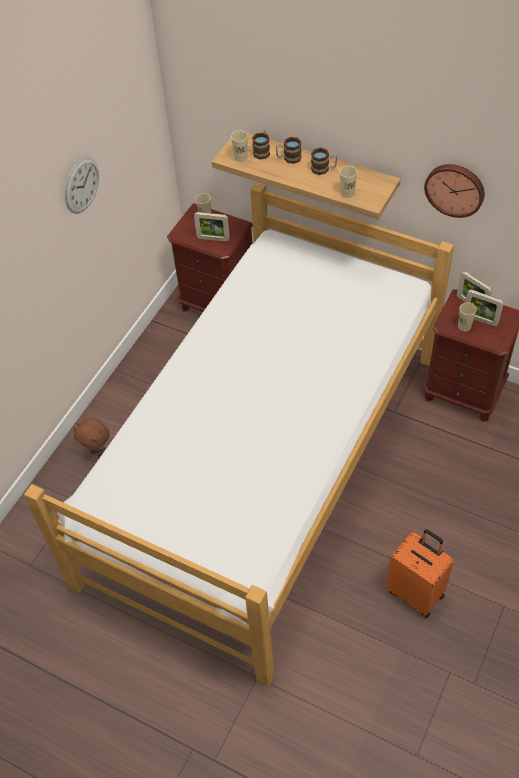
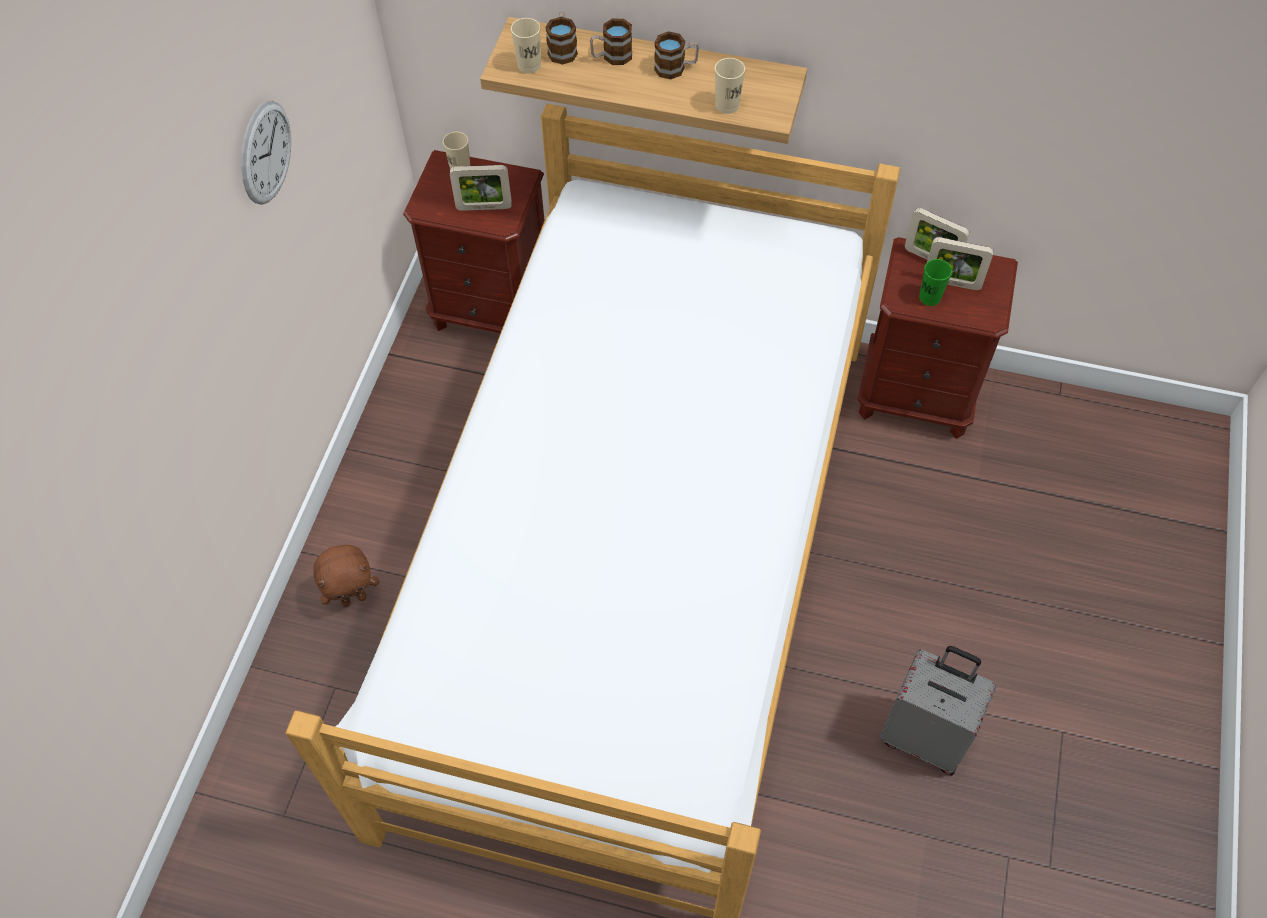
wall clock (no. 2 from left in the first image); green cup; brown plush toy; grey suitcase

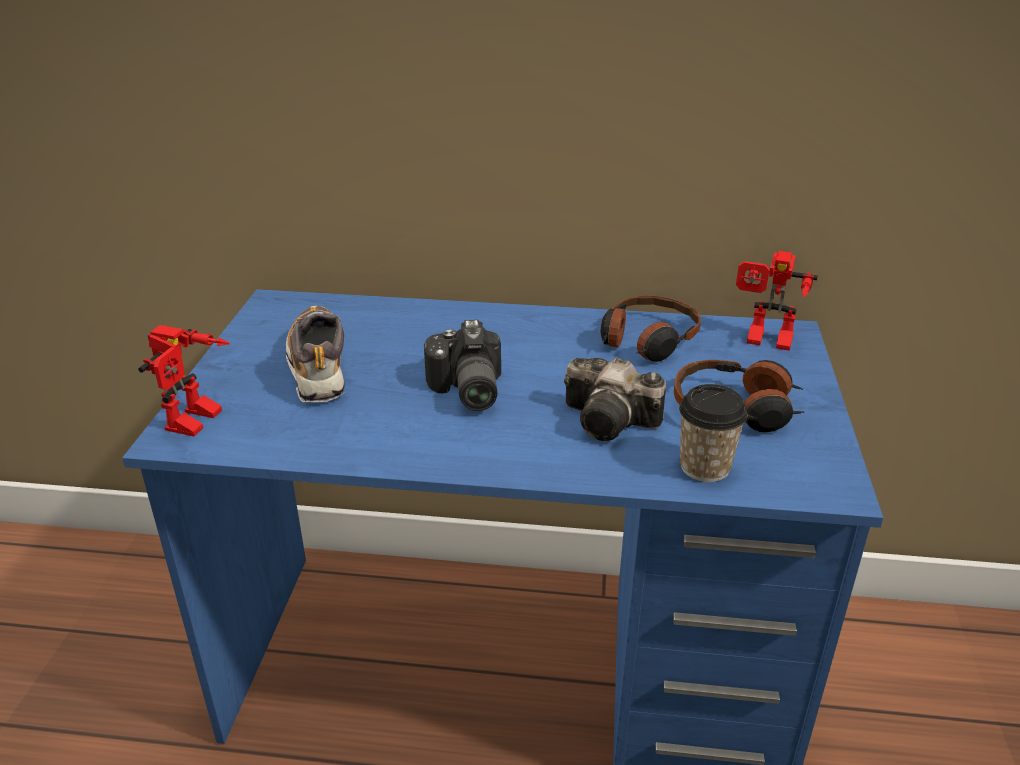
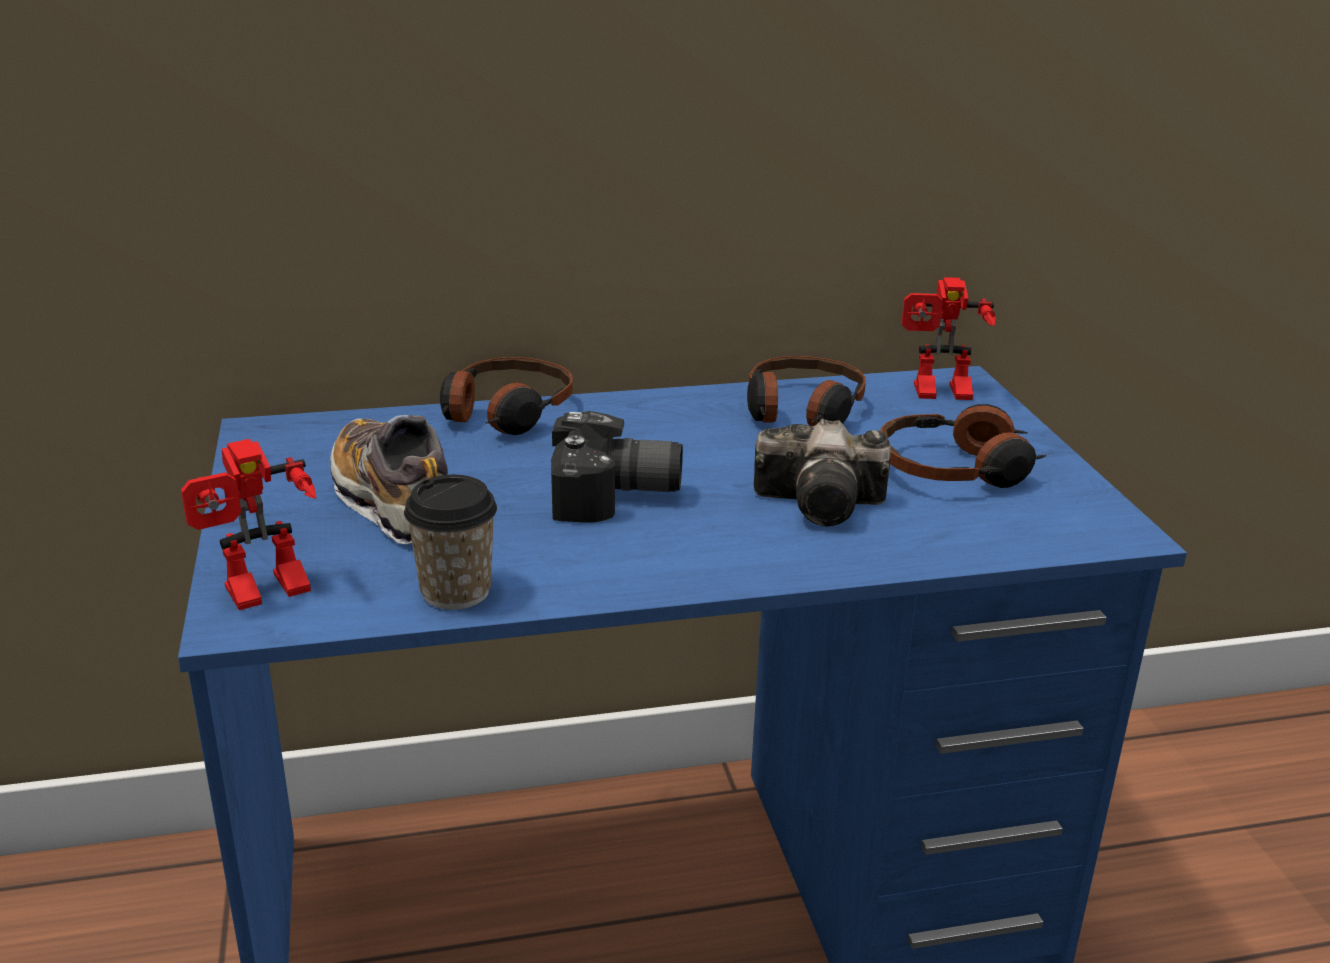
photo camera (no. 1 from left); toy robot (no. 1 from left); cup; headphones (no. 1 from left)

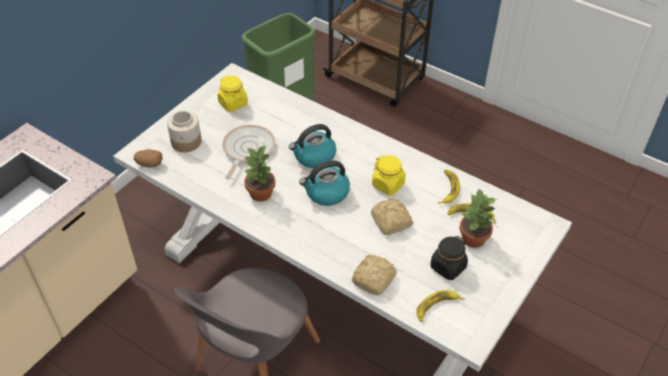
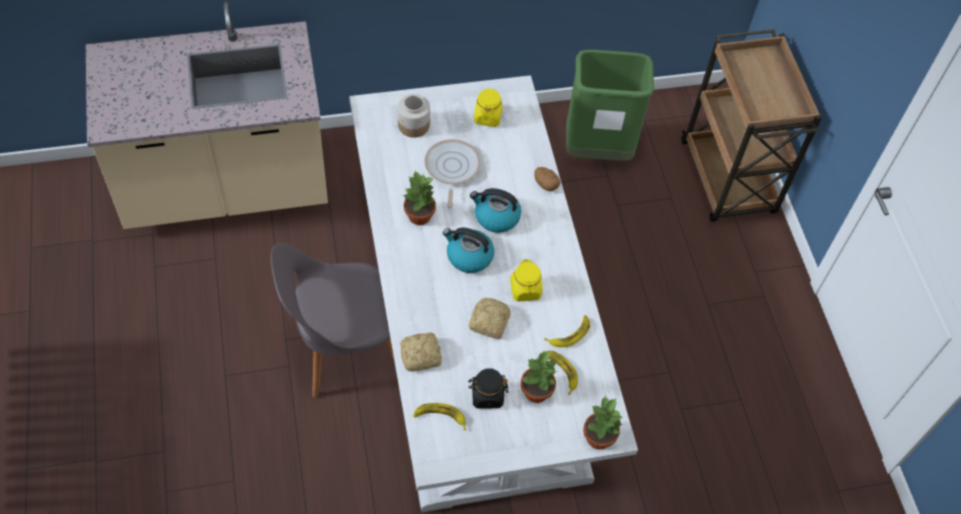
frying pan; potato; potted plant (no. 3 from left)

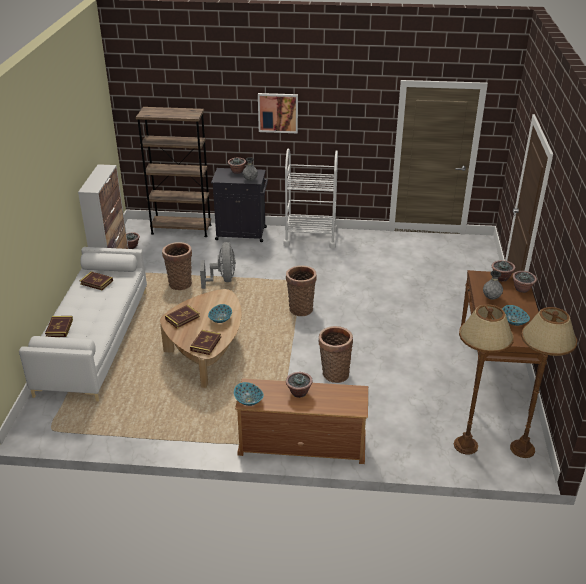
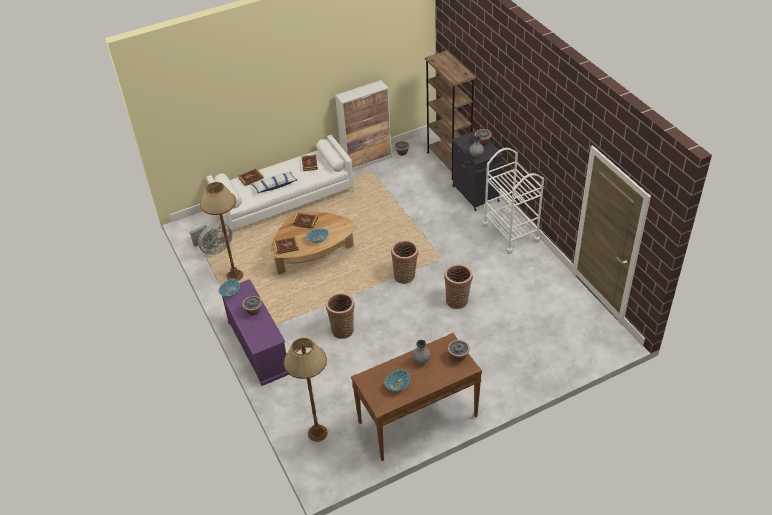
picture; basket (no. 3 from left); grey fan; potted plant (no. 5 from left in the first image); brown floor lamp (no. 1 from left); purple tv stand; pillow

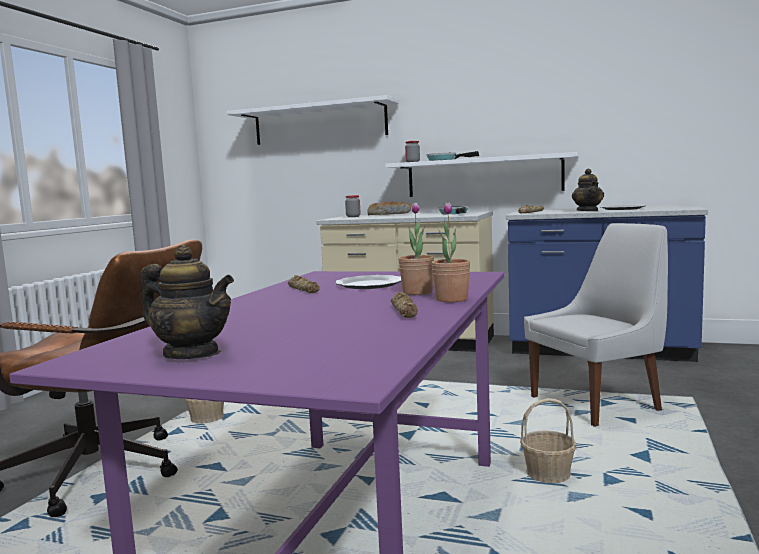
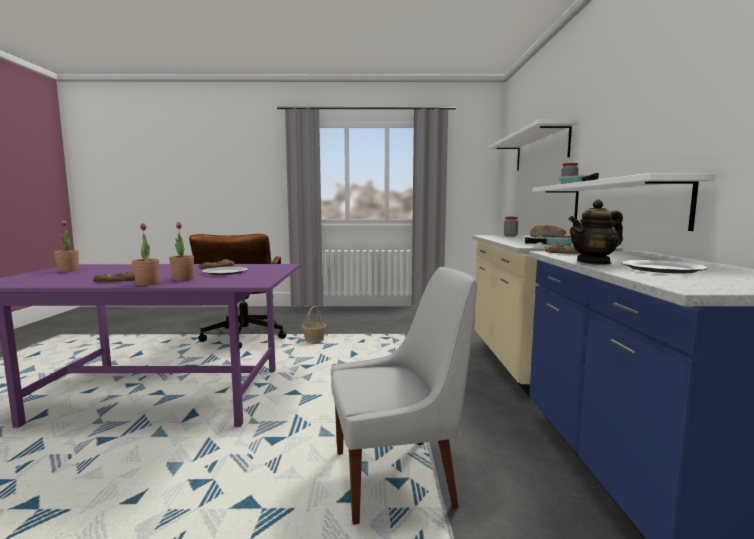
white chair; potted plant (no. 1 from left); basket (no. 2 from left in the first image)

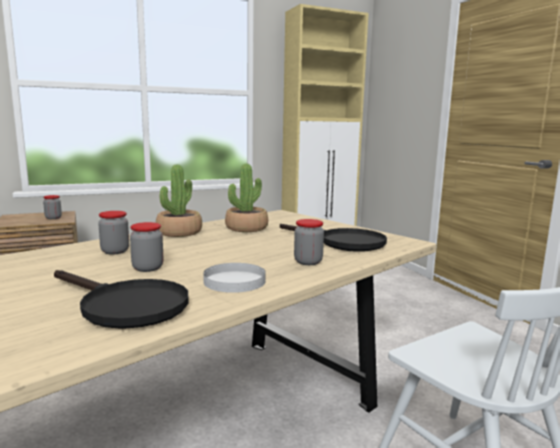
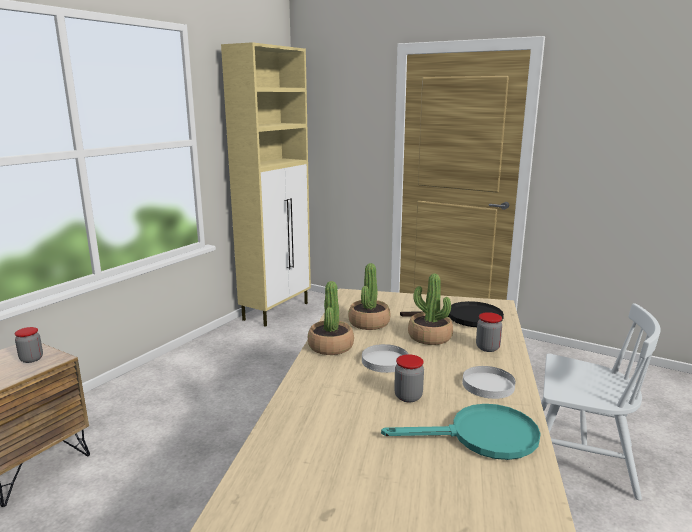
jar (no. 2 from left in the first image); turquoise frying pan; potted plant (no. 3 from left); white plate (no. 1 from left)

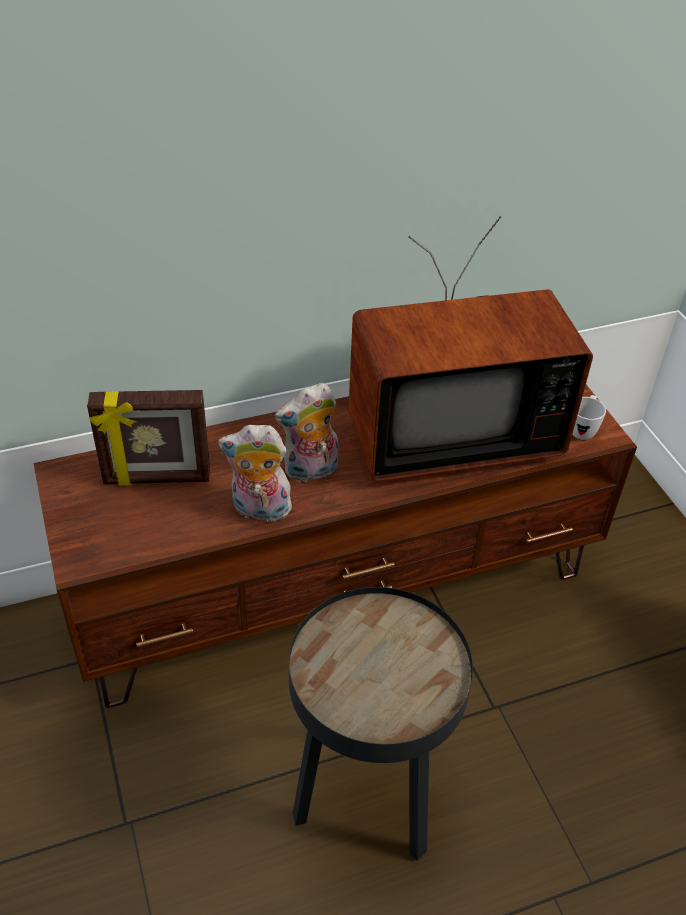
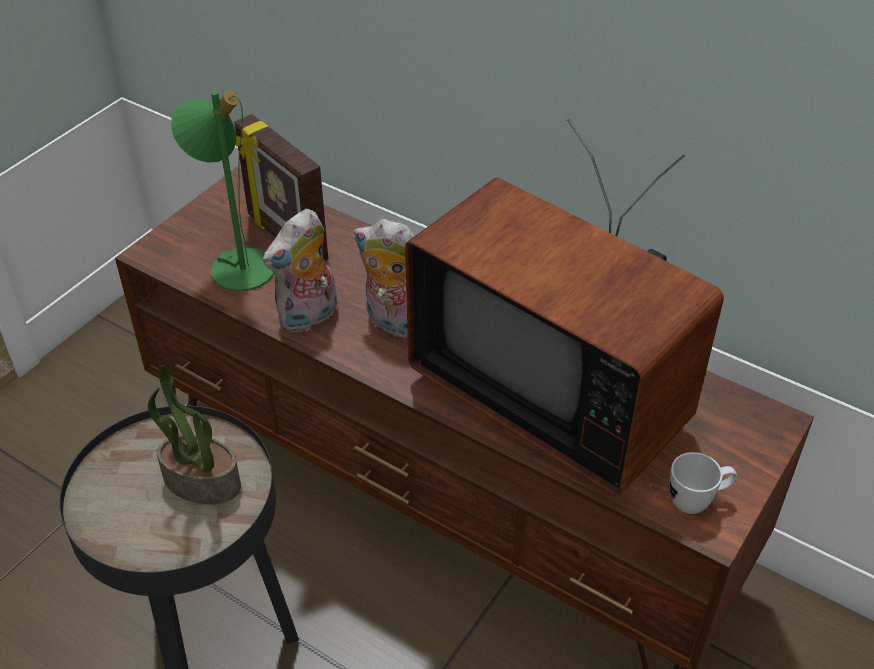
plush toy (no. 1 from left); green table lamp; potted plant

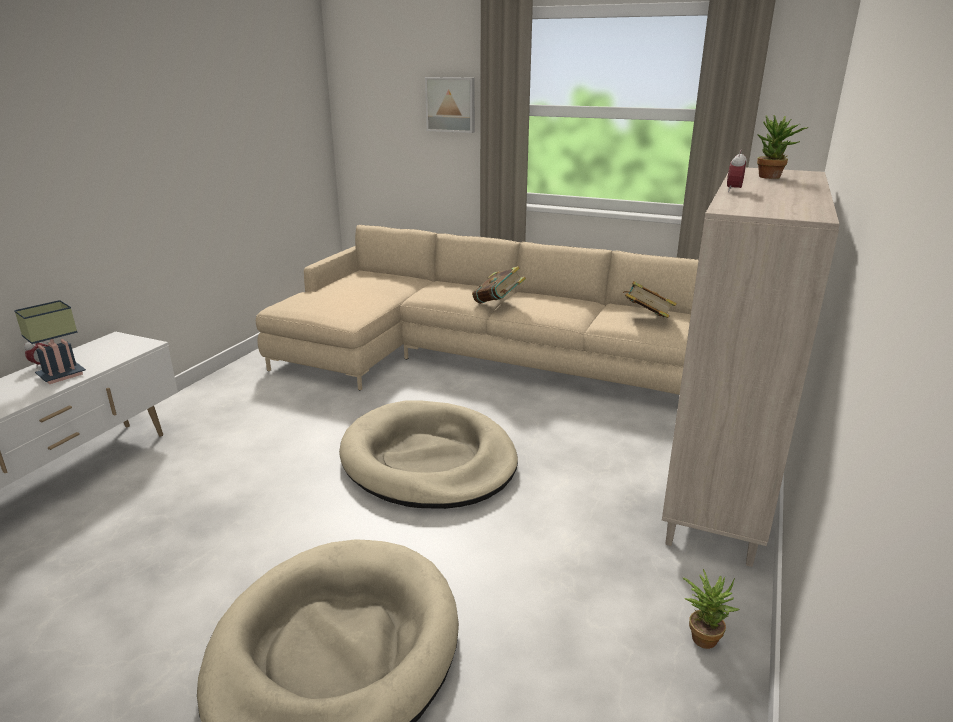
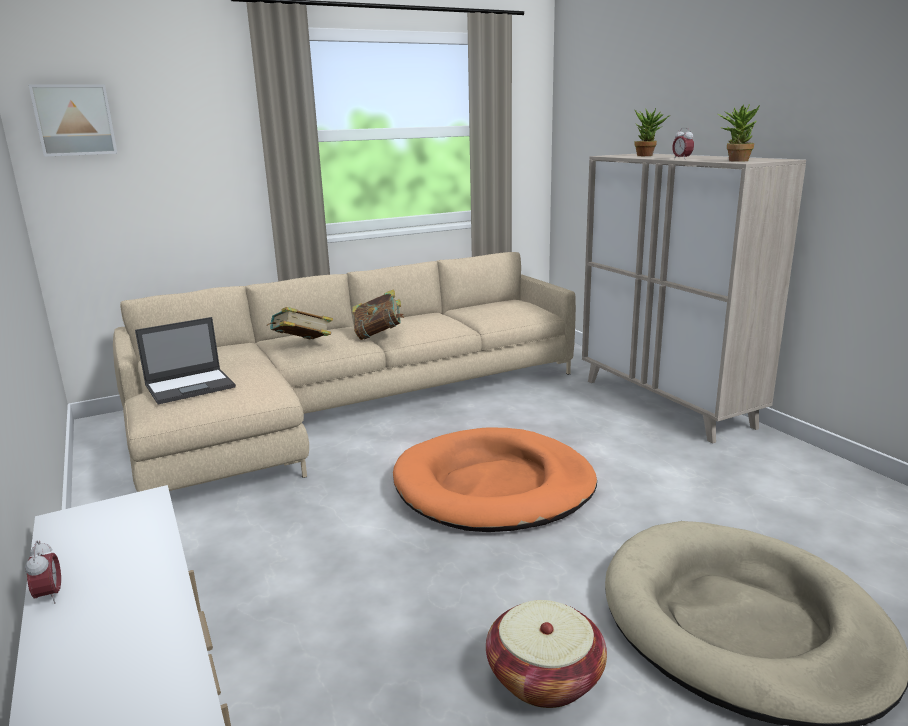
picture; book (no. 1 from left); table lamp; orange dog bed; potted plant (no. 2 from left); laptop; basket

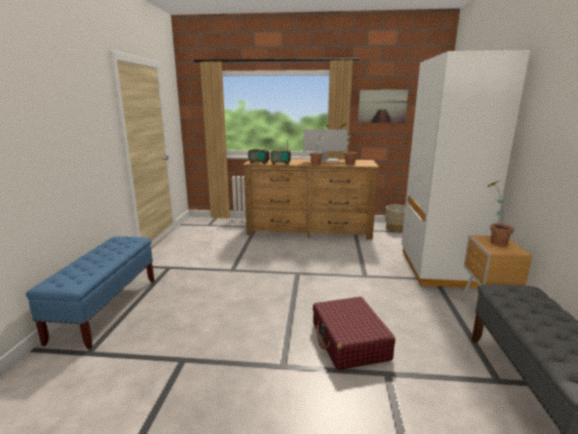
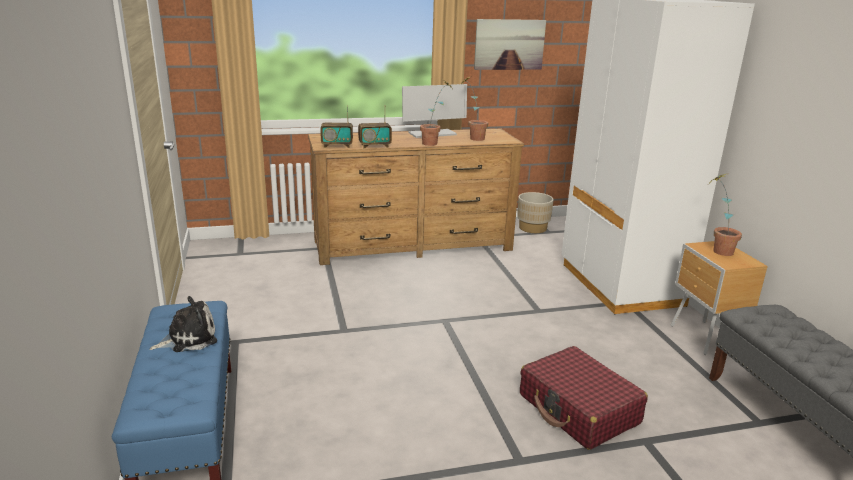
plush toy

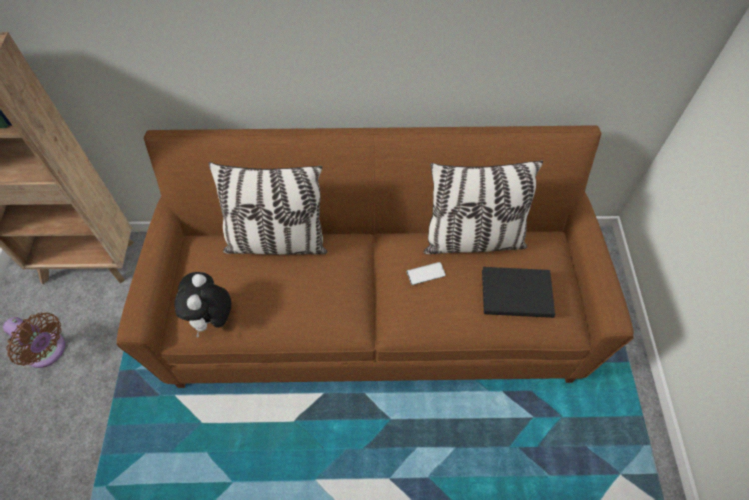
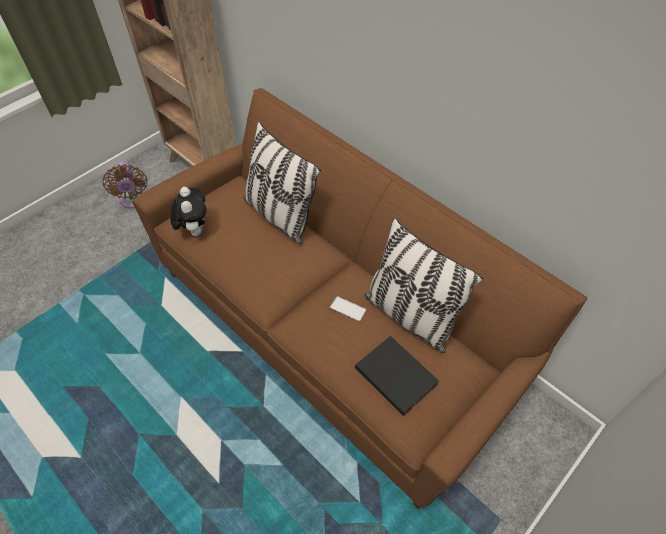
plush toy

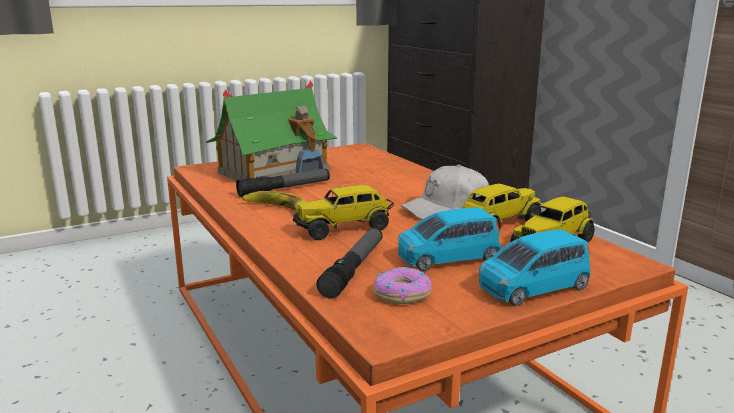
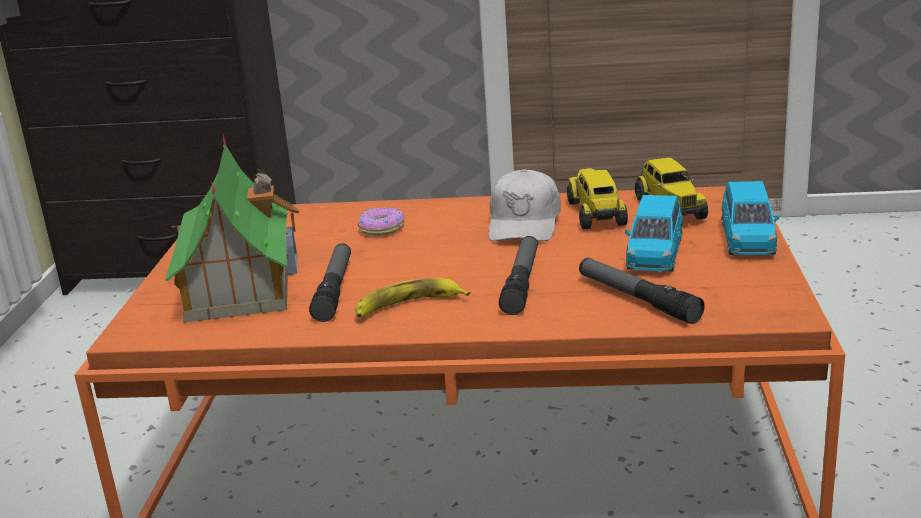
flashlight (no. 2 from left); donut

